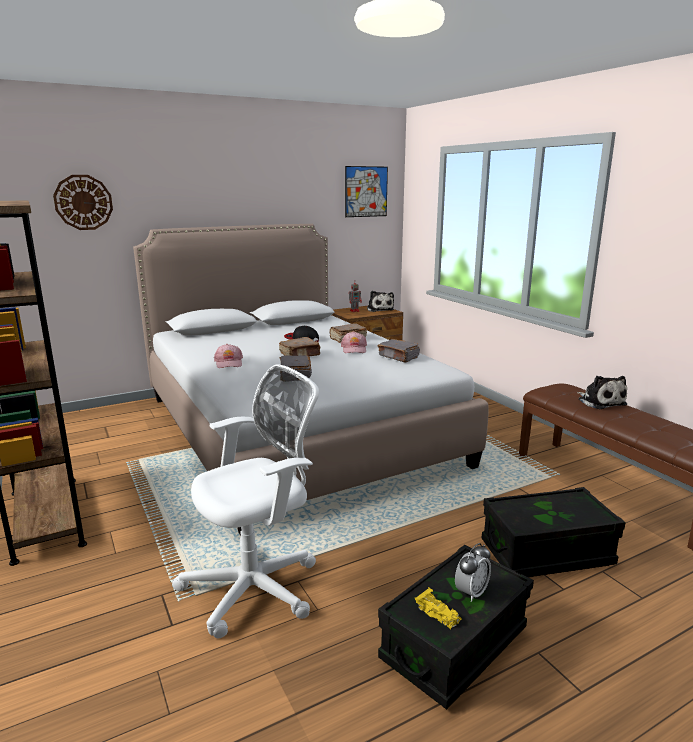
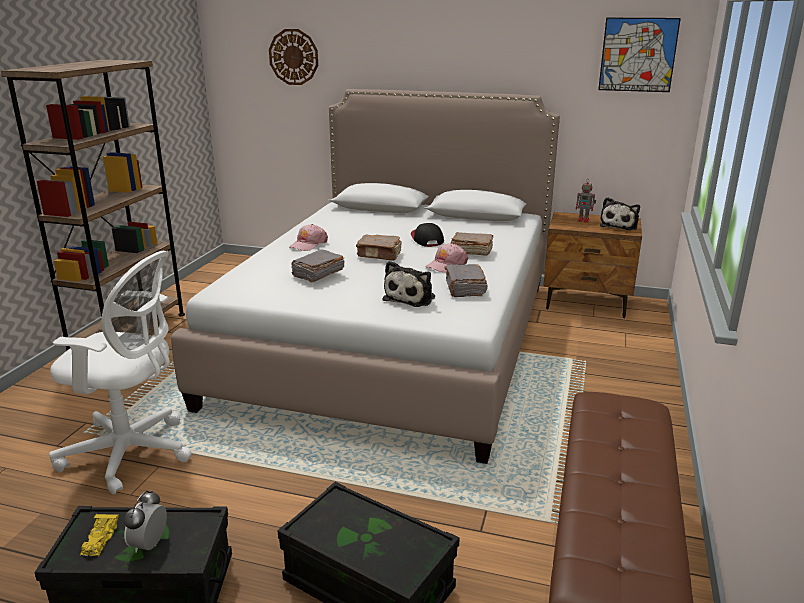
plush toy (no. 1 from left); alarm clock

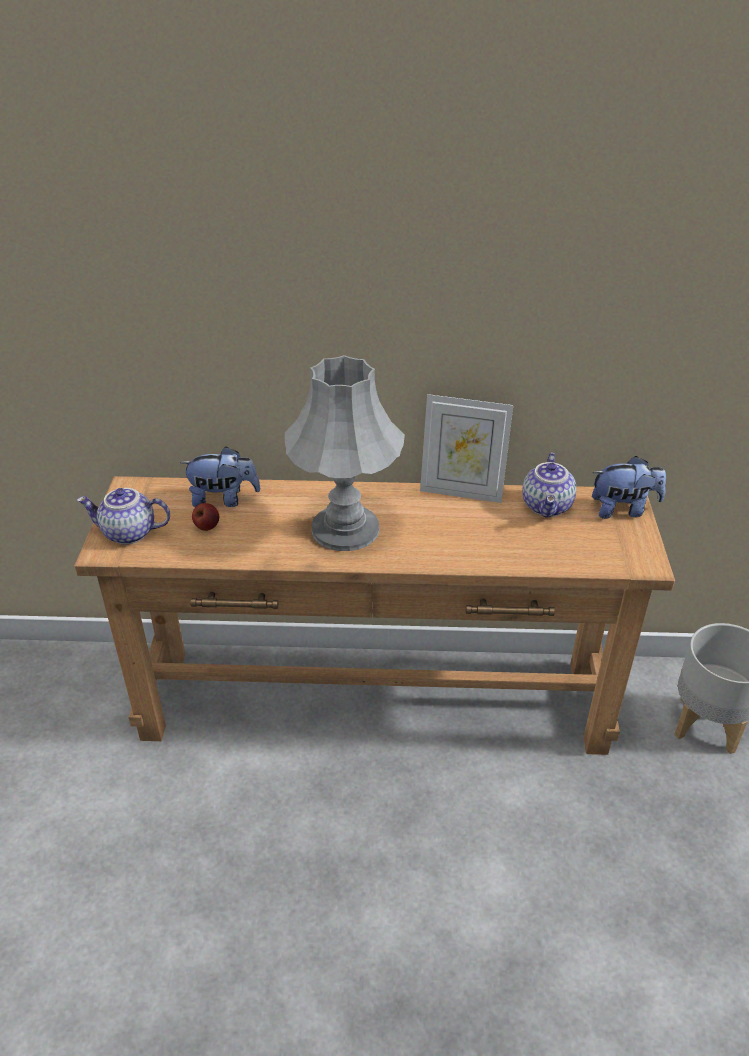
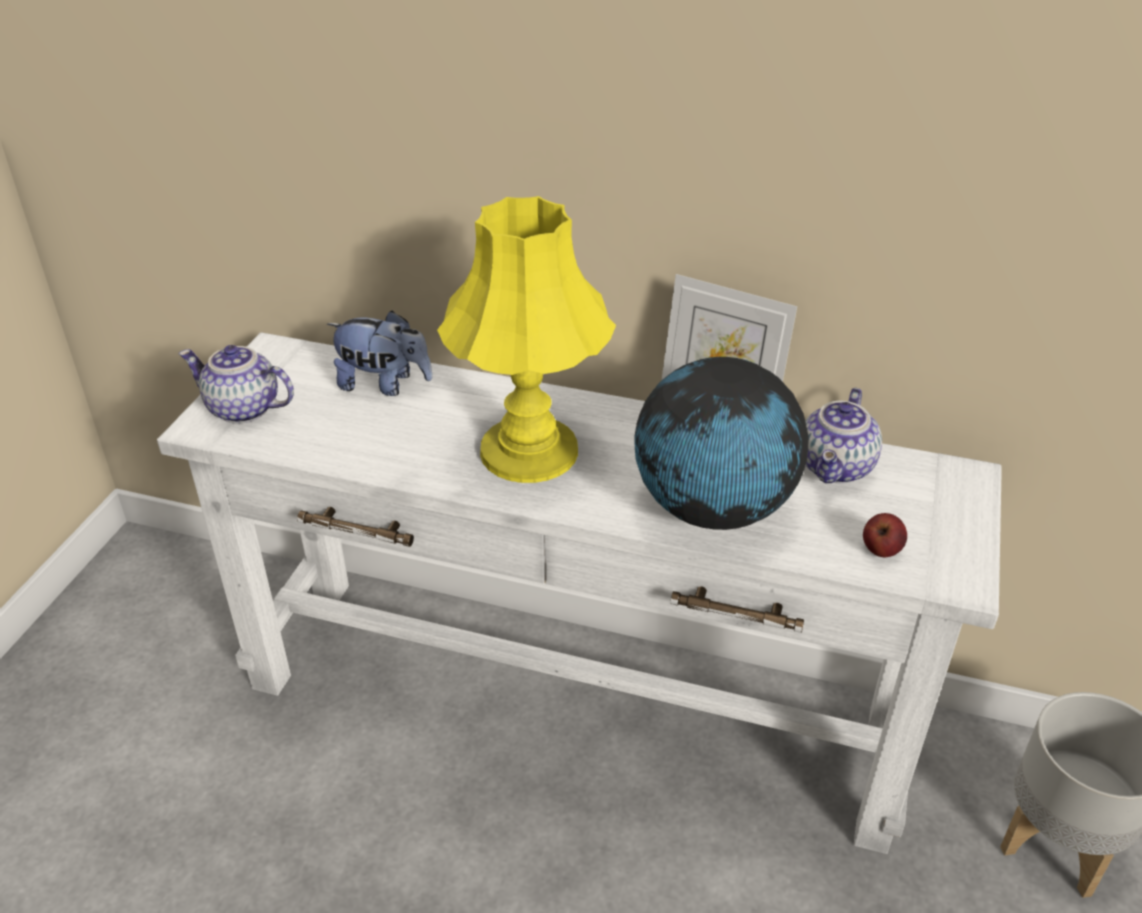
yellow table lamp; plush toy (no. 2 from left in the first image); white console table; apple; globe

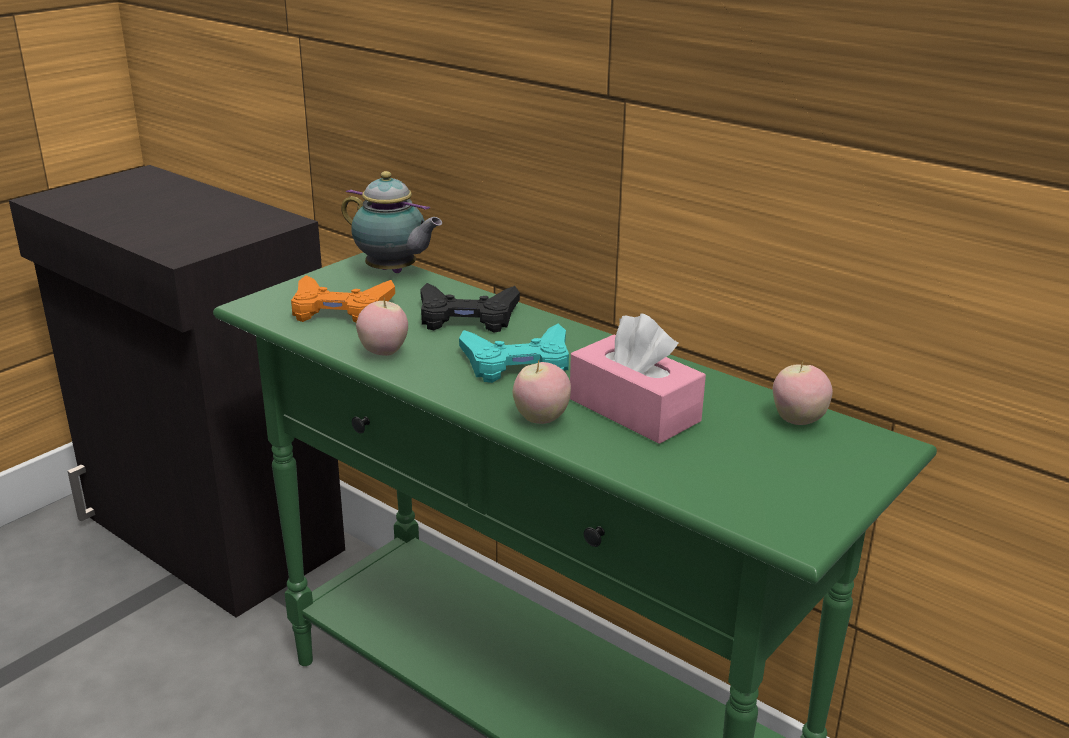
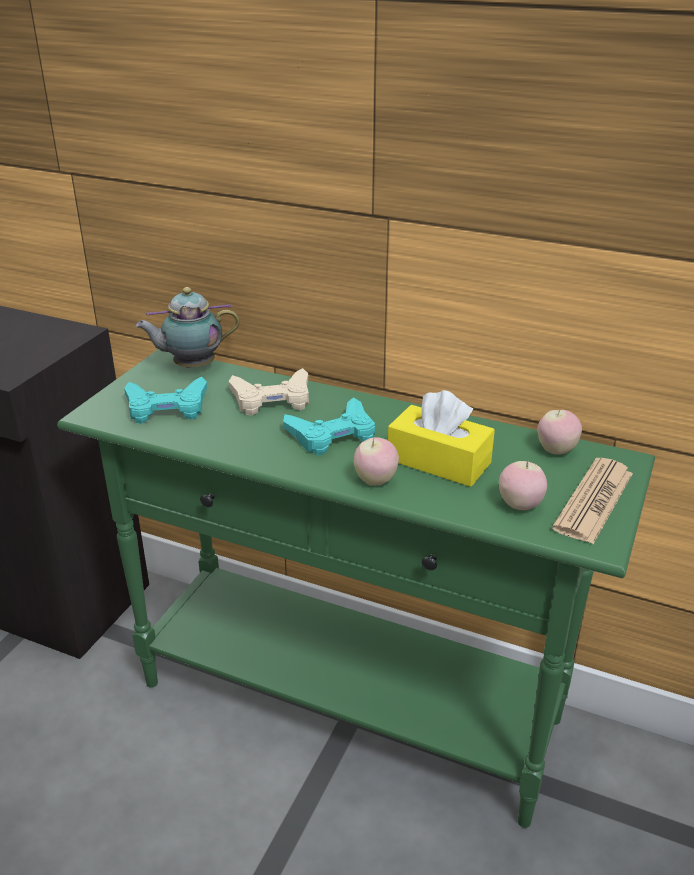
teapot; turquoise game controller (no. 1 from left); beige game controller; apple (no. 2 from left); yellow tissue box; newspaper

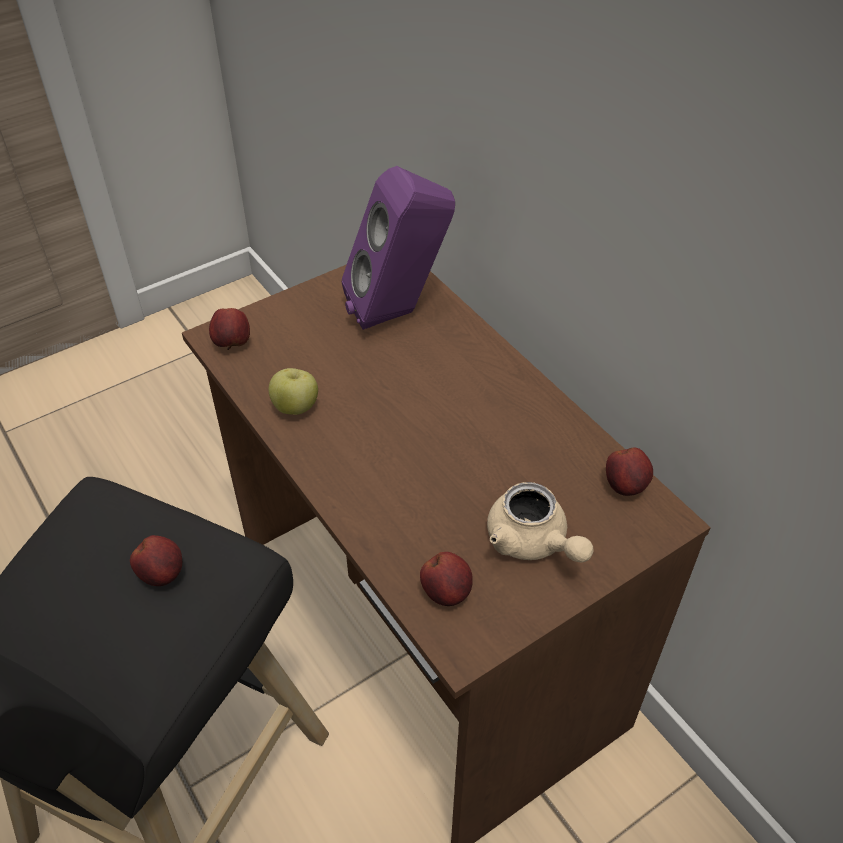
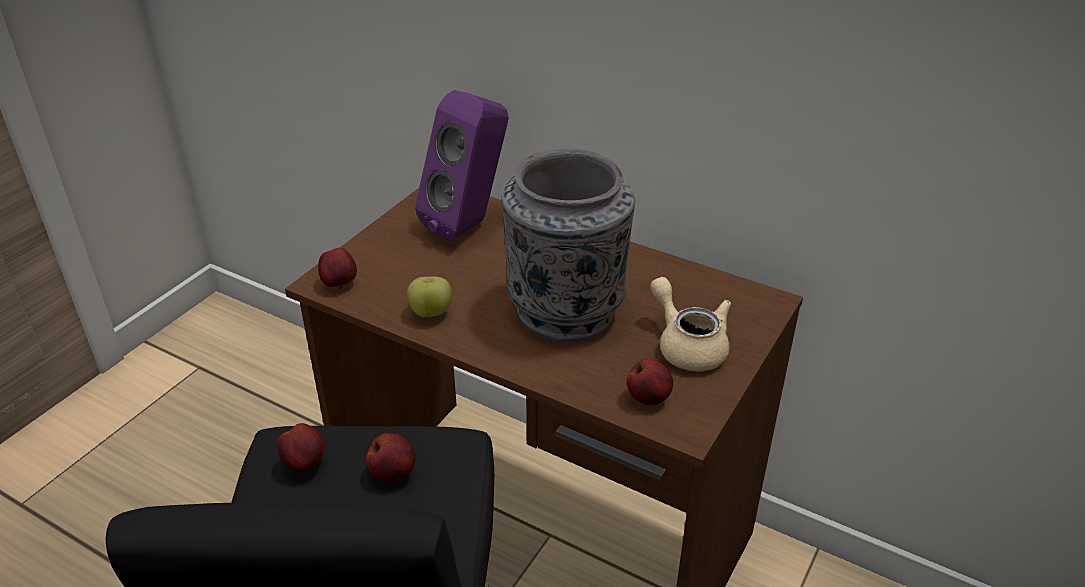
apple (no. 1 from left); beige teapot; grey vase

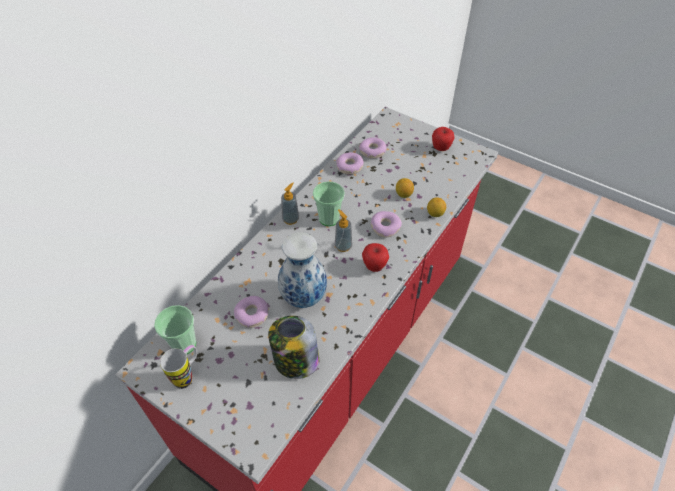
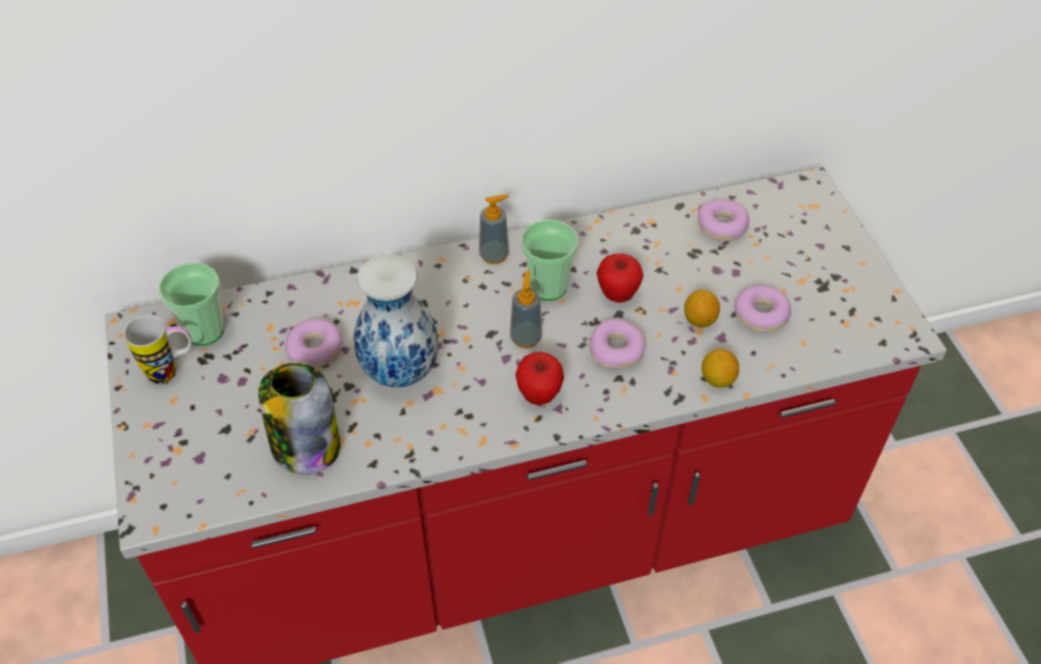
apple (no. 2 from left); donut (no. 4 from left)

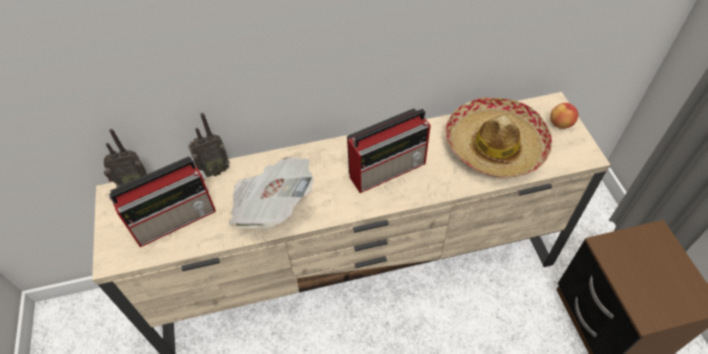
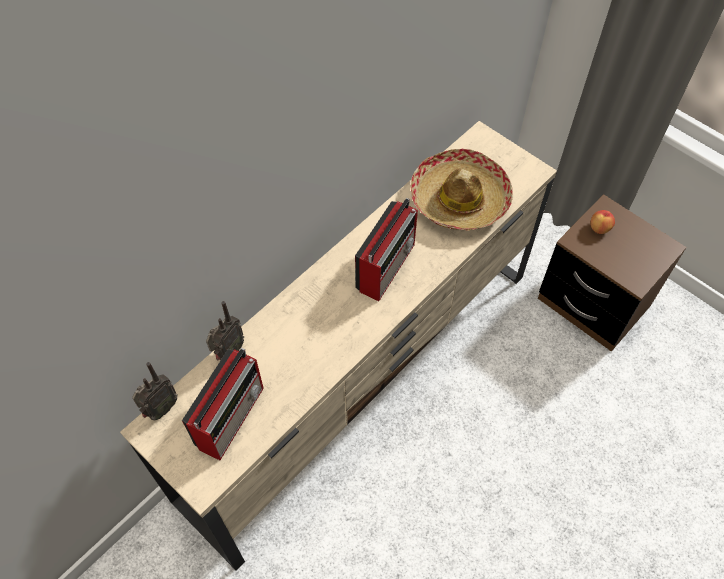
apple; newspaper

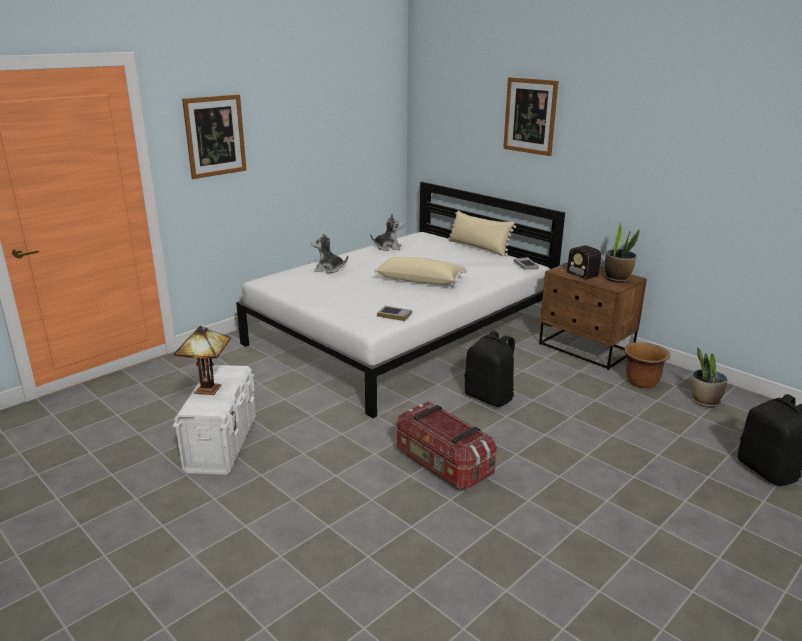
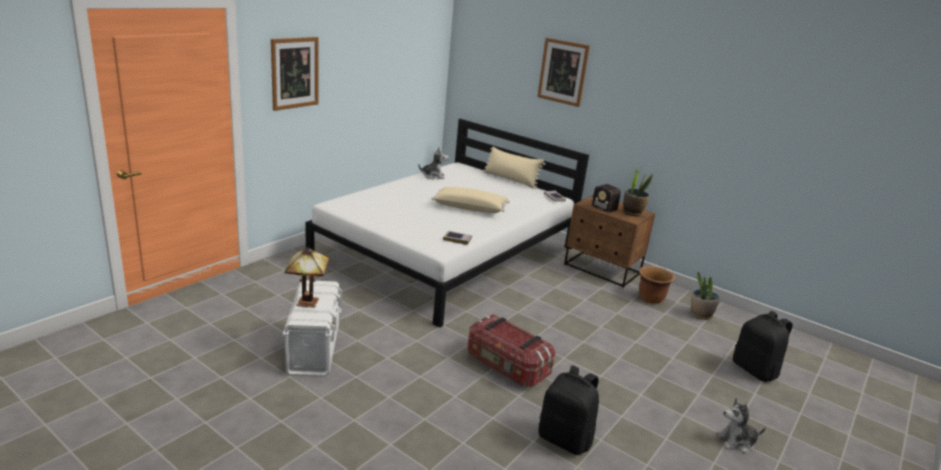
plush toy (no. 2 from left); black backpack (no. 1 from left)

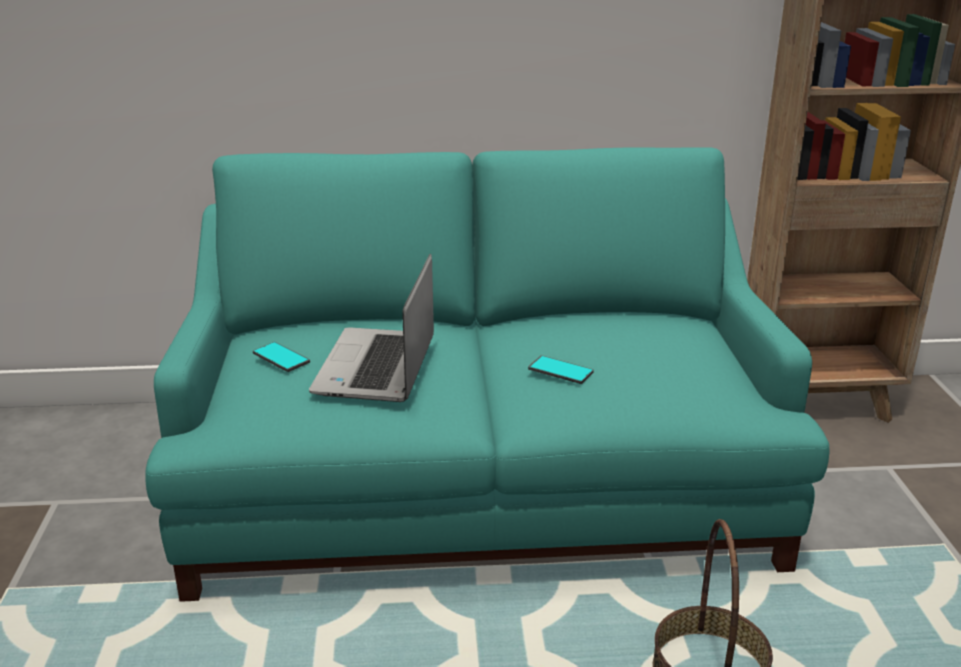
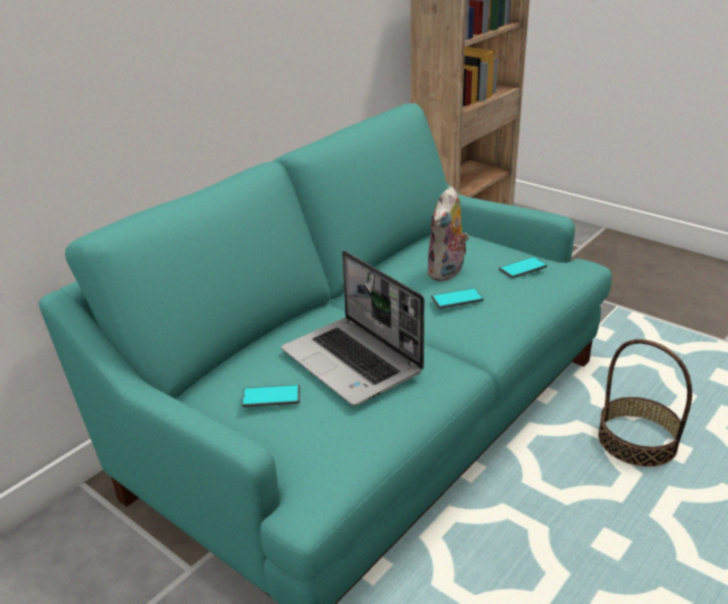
plush toy; phone (no. 3 from left)

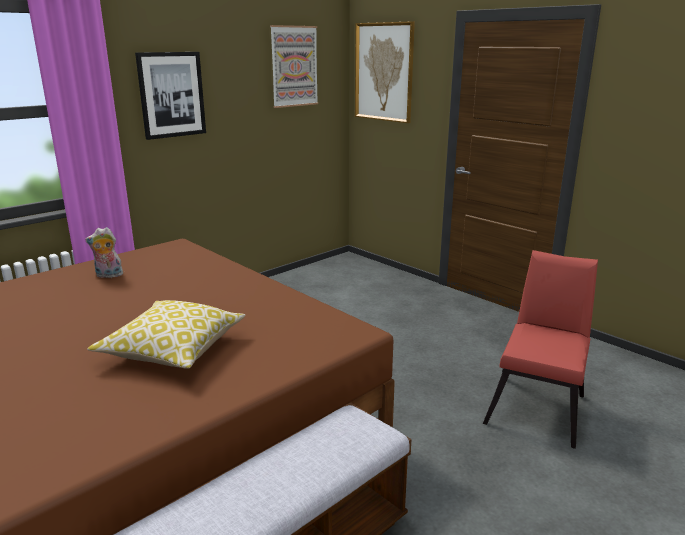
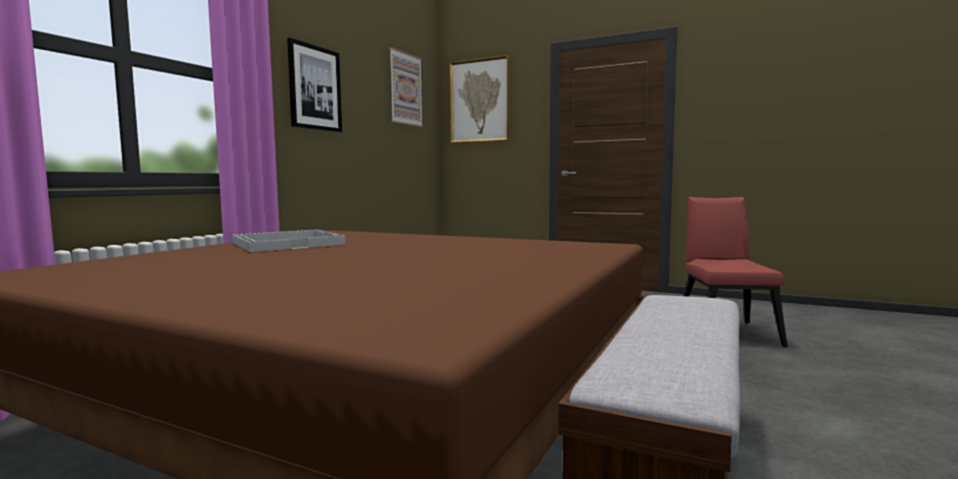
white tray; pillow

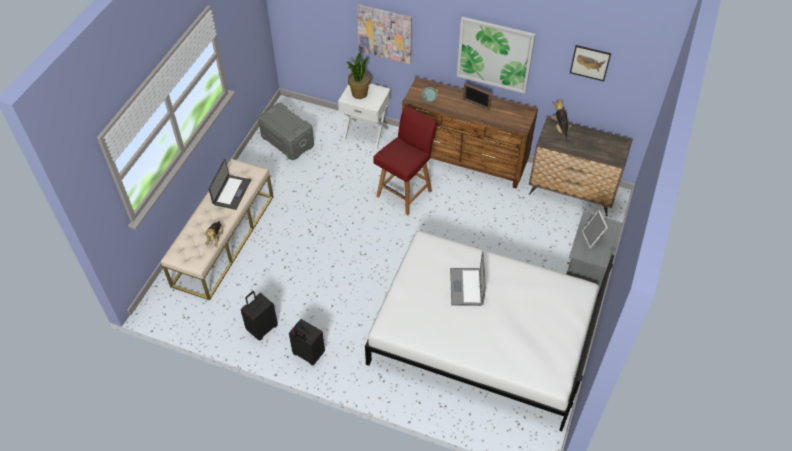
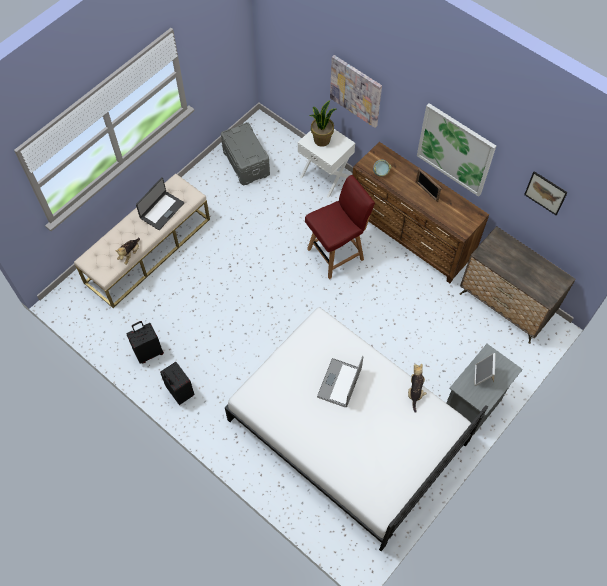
plush toy (no. 2 from left)

